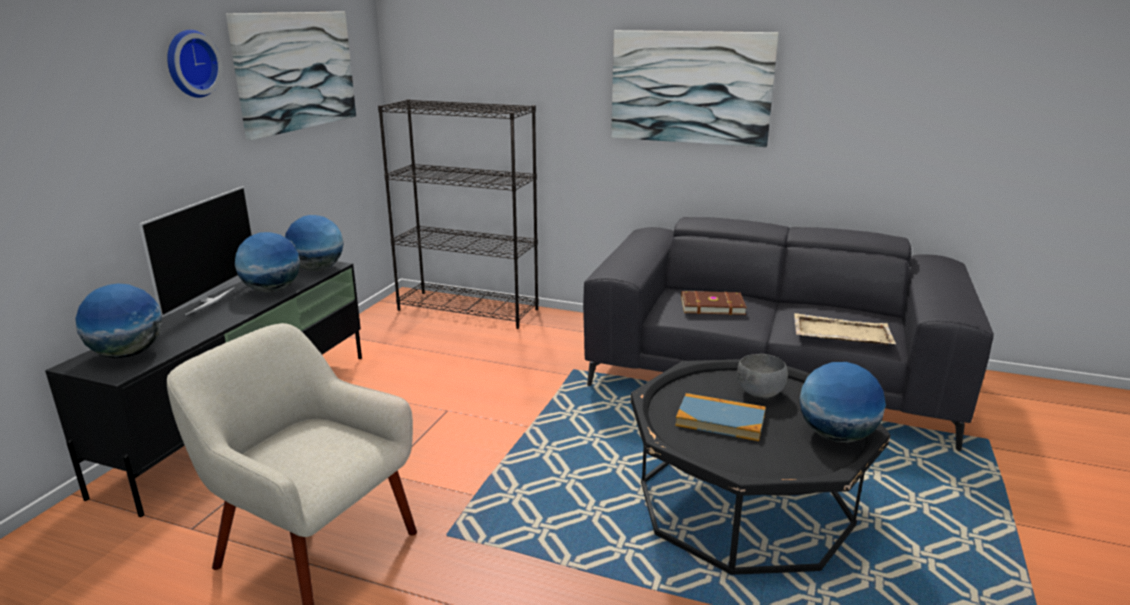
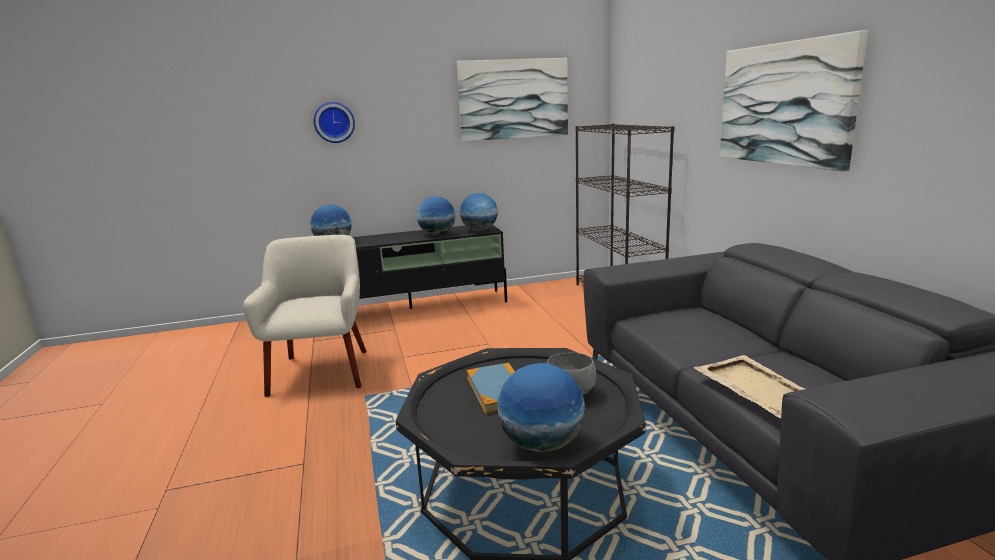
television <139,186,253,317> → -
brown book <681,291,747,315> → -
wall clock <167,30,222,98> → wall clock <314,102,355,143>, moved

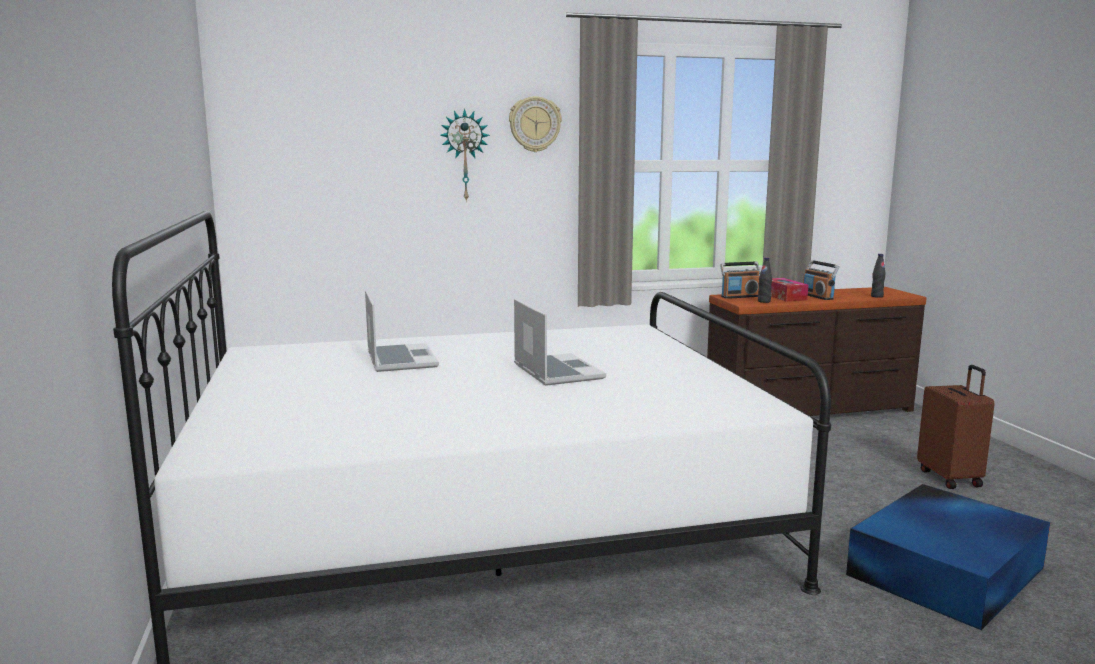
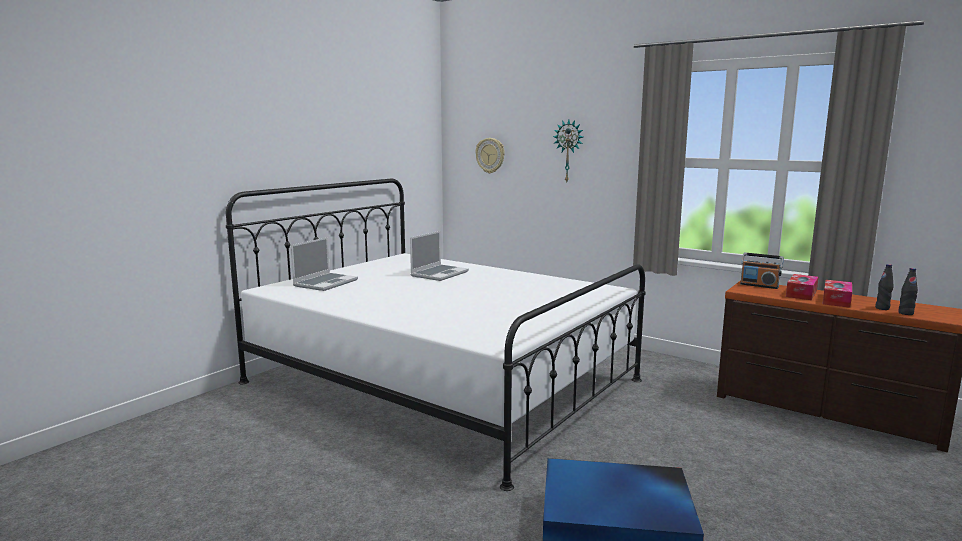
brown suitcase <917,365,995,489> → -
wall clock <509,96,562,152> → wall clock <475,138,505,173>, moved
laptop <514,299,606,386> → laptop <291,237,358,291>, moved
black bottle <758,257,772,303> → black bottle <875,264,894,310>, moved
radio <803,260,839,300> → tissue box <823,280,852,308>

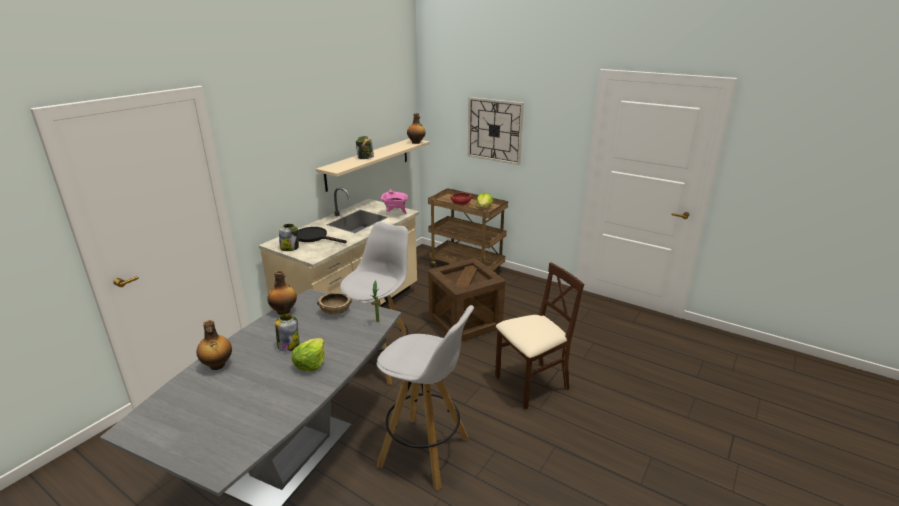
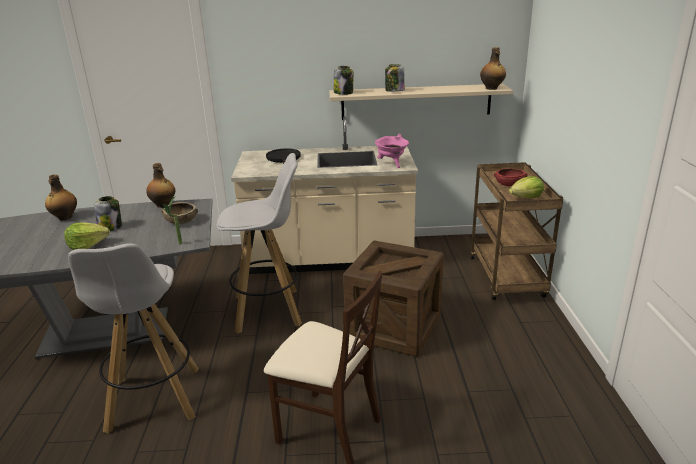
wall clock <468,97,524,165> → -
jar <279,224,299,251> → jar <334,66,353,95>, moved

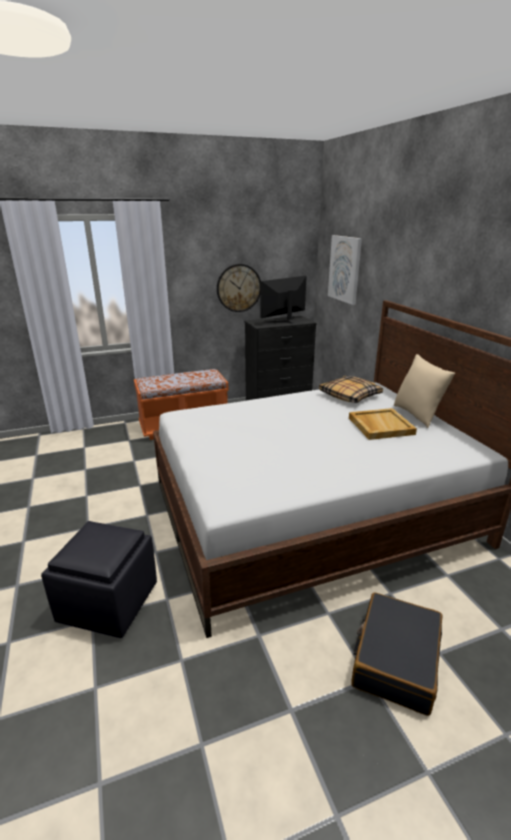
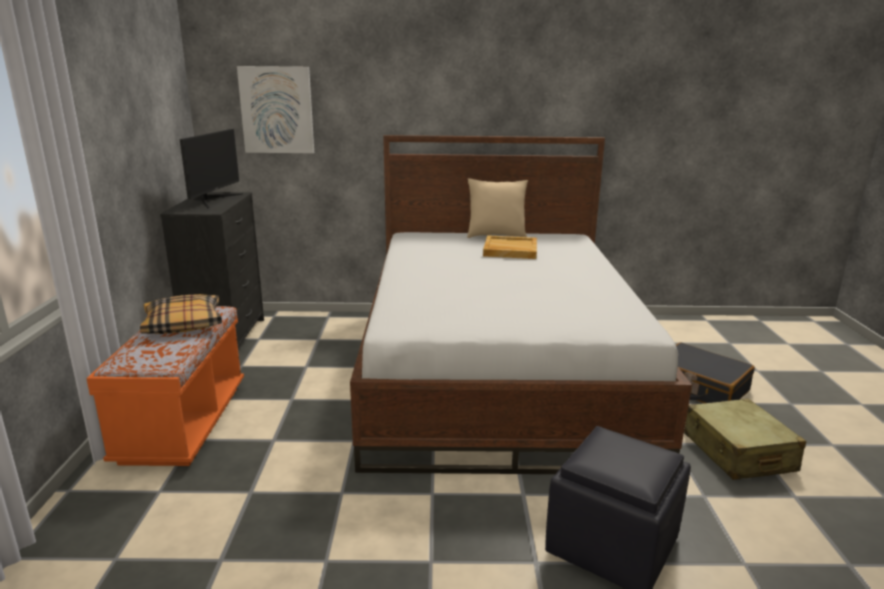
wall clock <217,264,261,312> → -
- → beige suitcase <684,398,806,480>
pillow <319,376,383,403> → pillow <140,294,222,334>, moved
monitor <260,276,307,324> → monitor <180,129,243,208>, 150 degrees counterclockwise

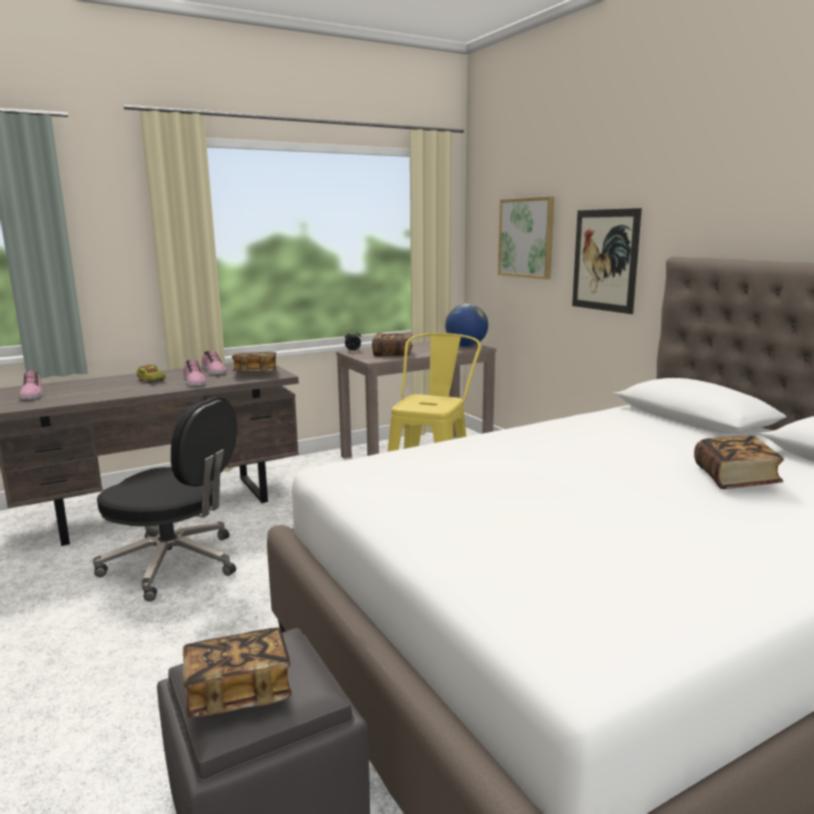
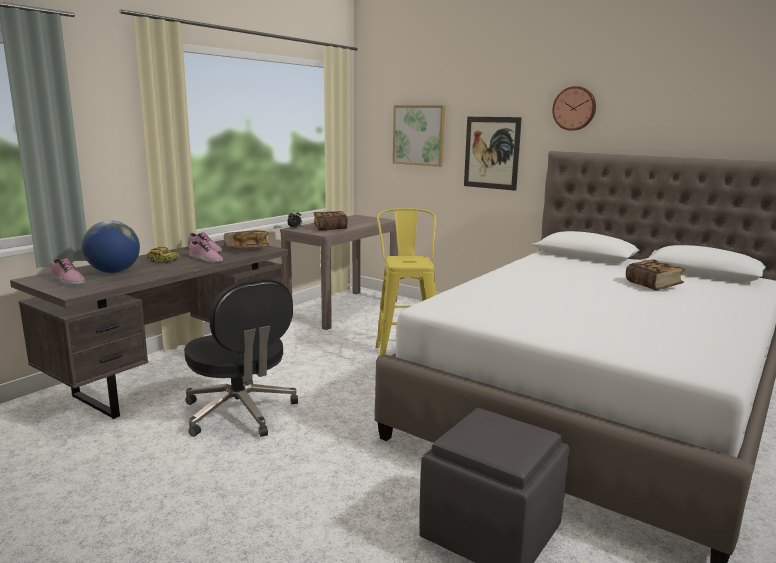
book <183,627,292,718> → -
- → wall clock <552,86,596,131>
globe <445,304,488,347> → globe <82,220,140,273>, moved
black office chair <93,397,237,601> → black office chair <184,278,298,437>, 60 degrees clockwise

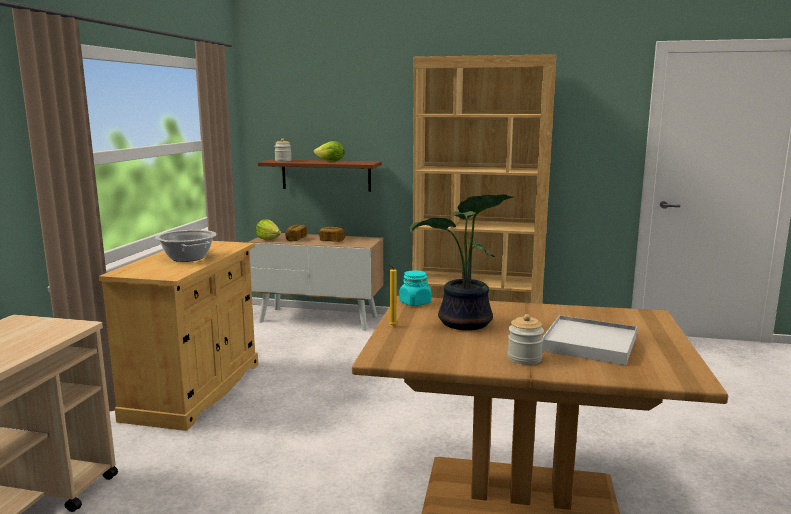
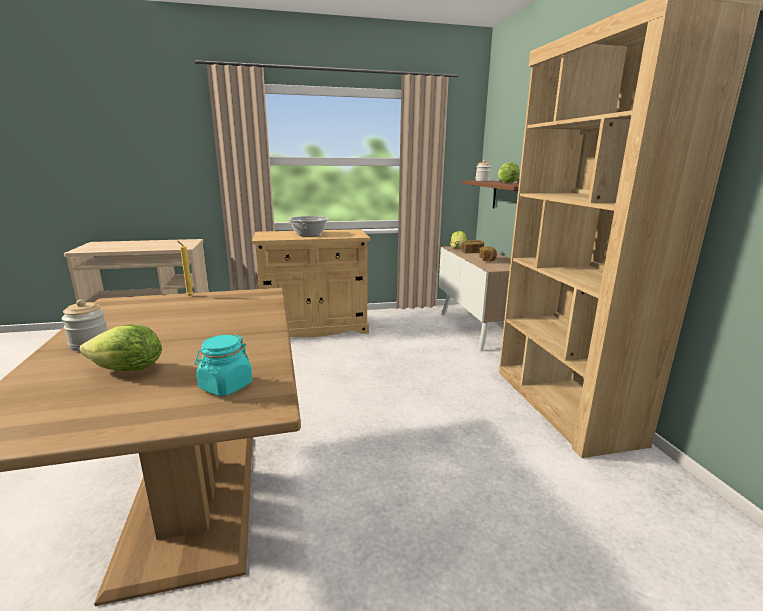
potted plant <410,194,514,330> → -
turquoise jar <399,271,431,306> → turquoise jar <195,334,252,396>, moved
white tray <542,315,637,366> → lettuce <79,324,162,372>

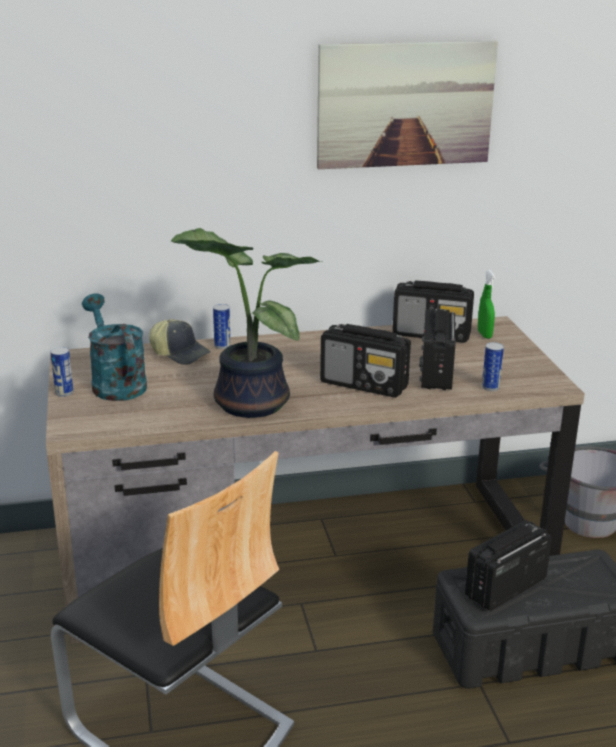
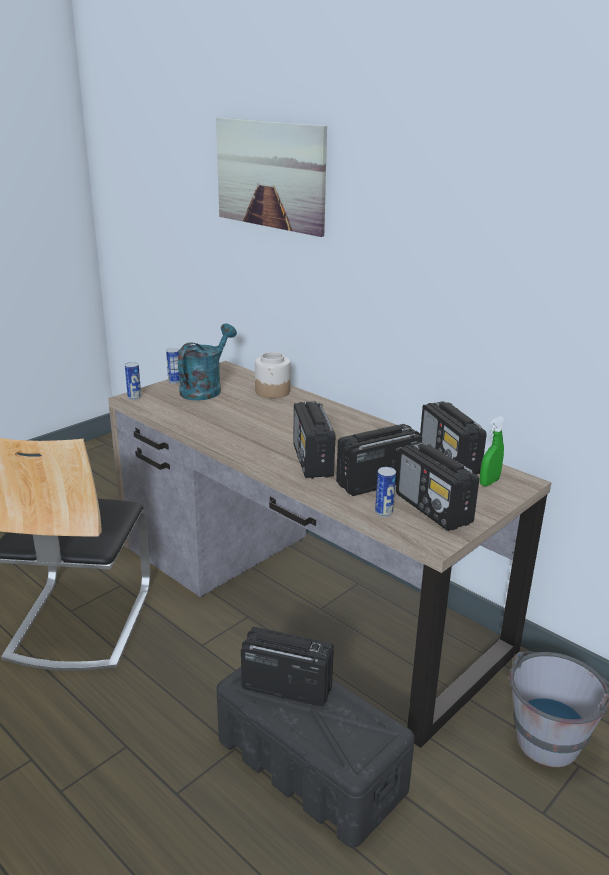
potted plant <171,228,322,418> → -
- → radio <396,442,479,531>
can <213,304,231,349> → can <125,362,141,400>, moved
picture <317,41,498,169> → picture <216,118,327,237>, moved
cap <149,319,211,365> → jar <255,352,290,398>

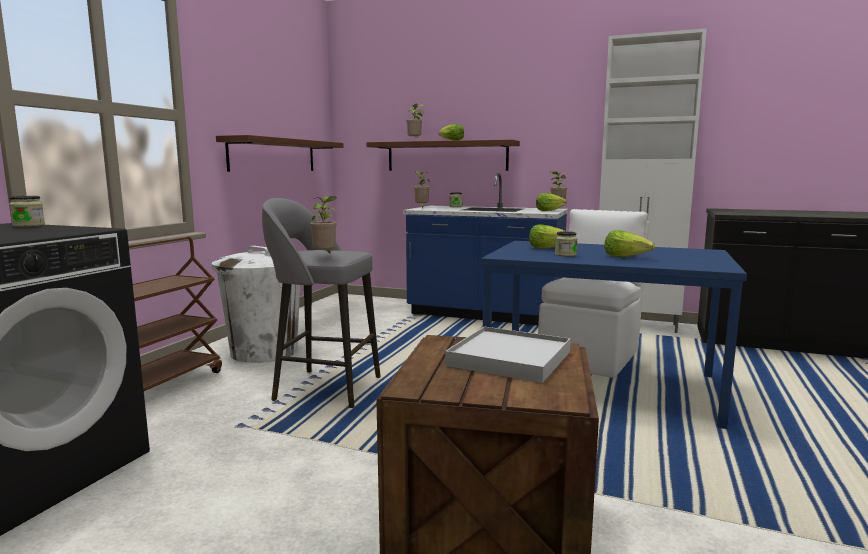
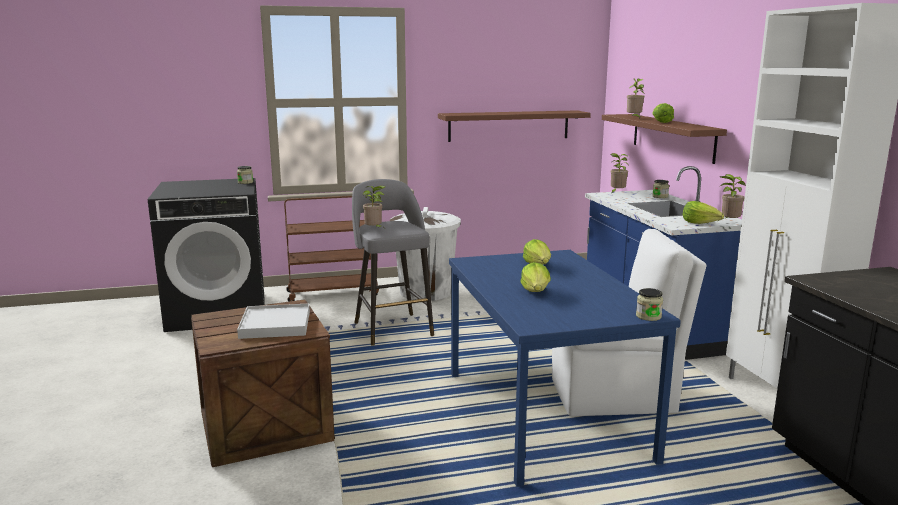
jar <555,231,577,257> → jar <636,288,663,321>, moved

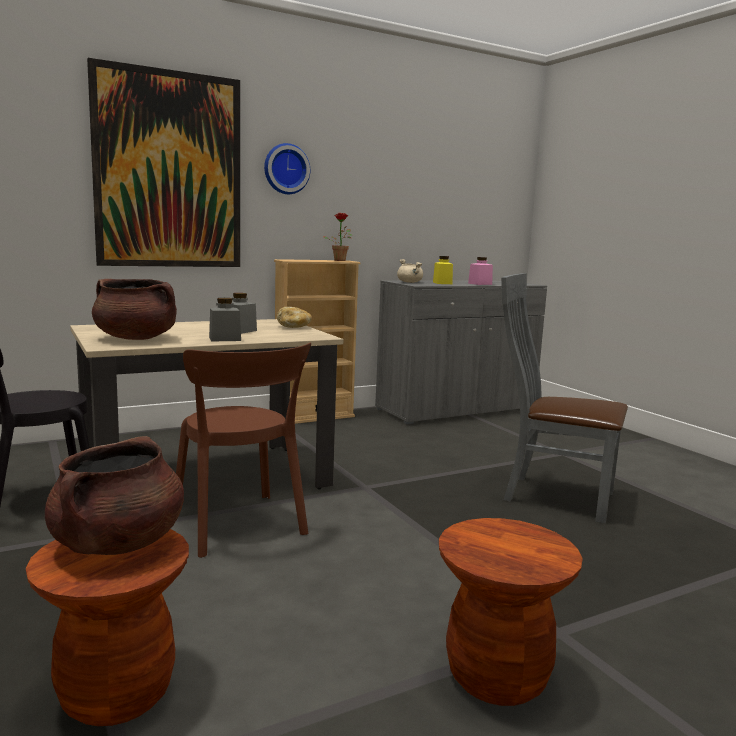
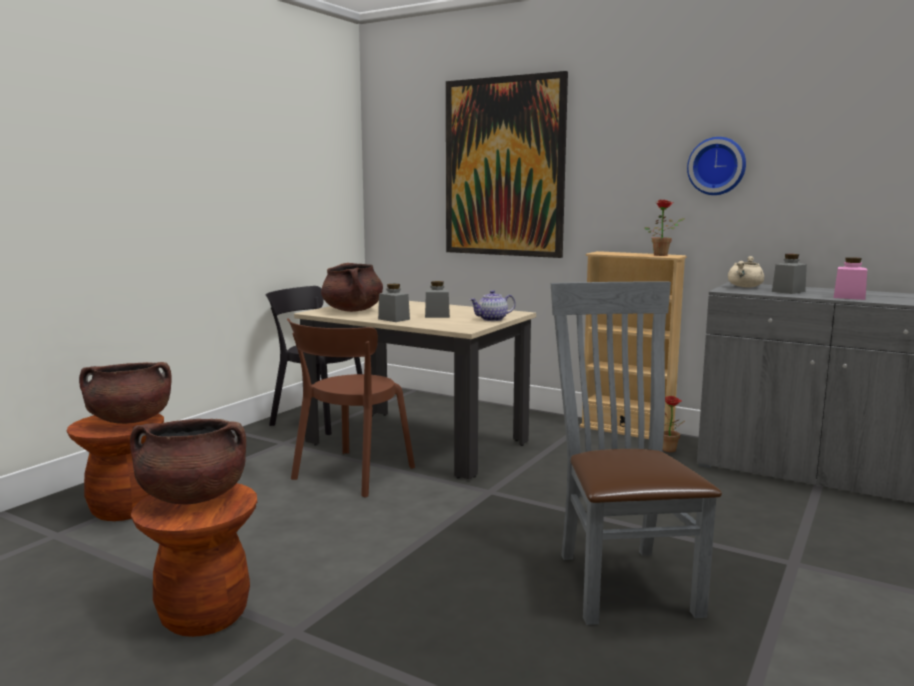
- → brown cooking pot <130,419,246,504>
- → potted plant <663,396,685,452>
wall clock <264,143,310,194> → wall clock <687,137,746,195>, moved
bread <277,307,312,328> → teapot <469,290,516,321>
yellow jar <433,256,453,284> → grey jar <772,254,807,294>

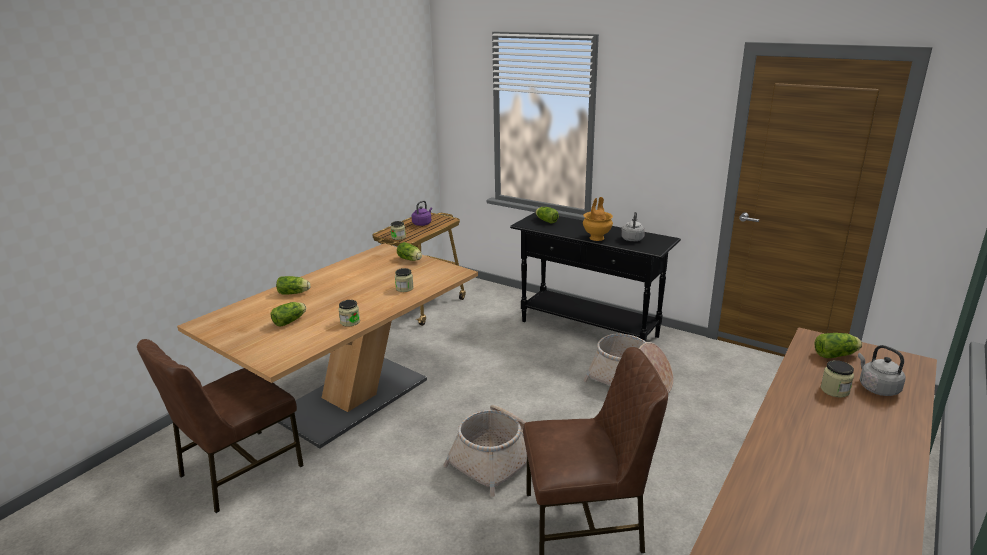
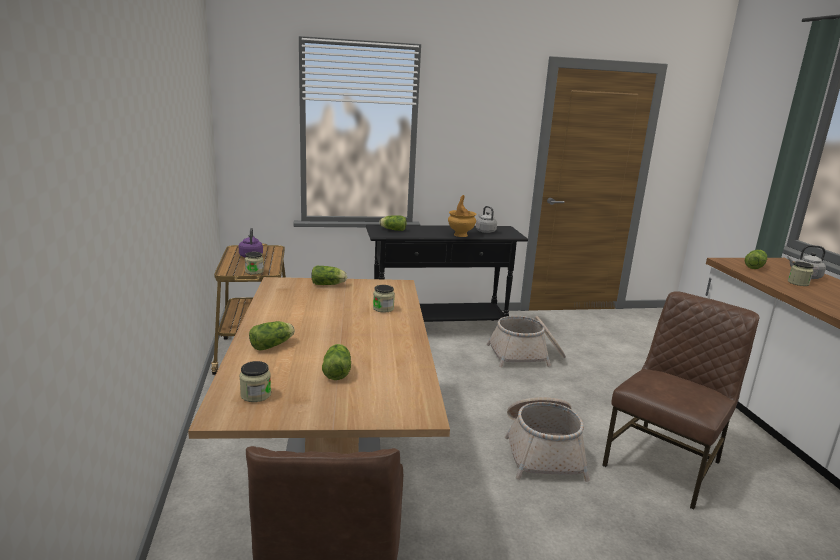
jar <338,300,360,327> → jar <239,361,271,402>, moved

